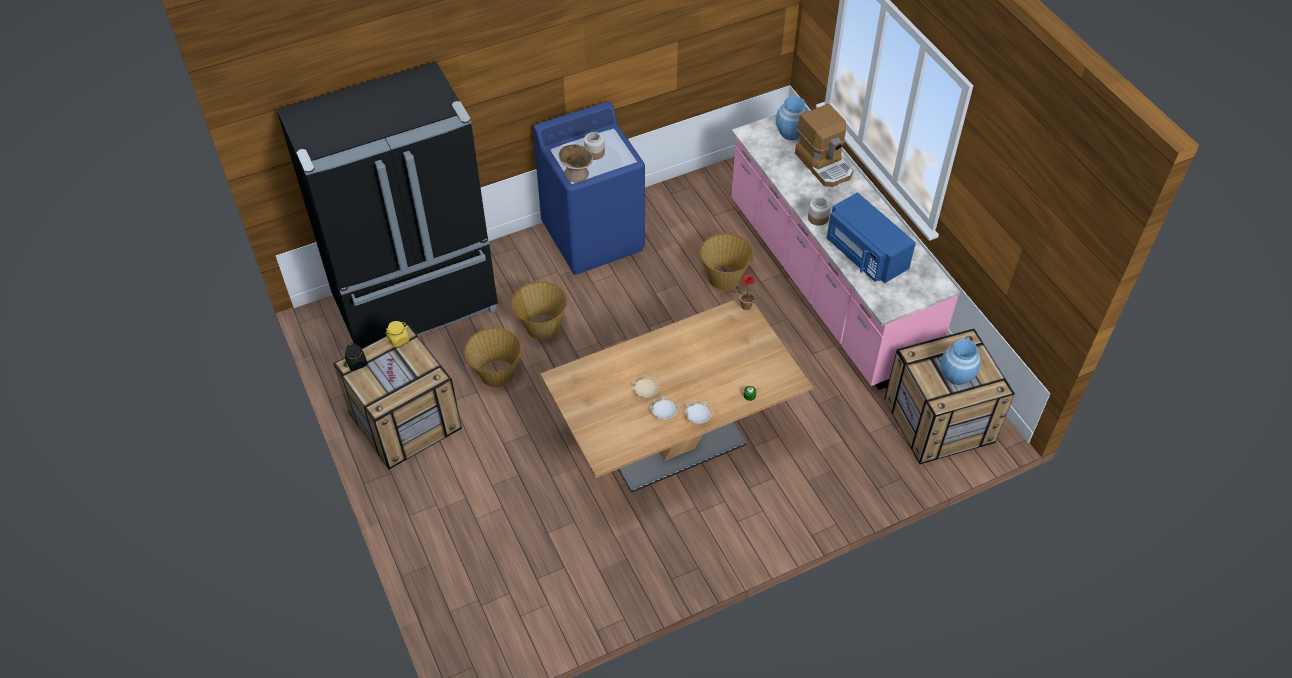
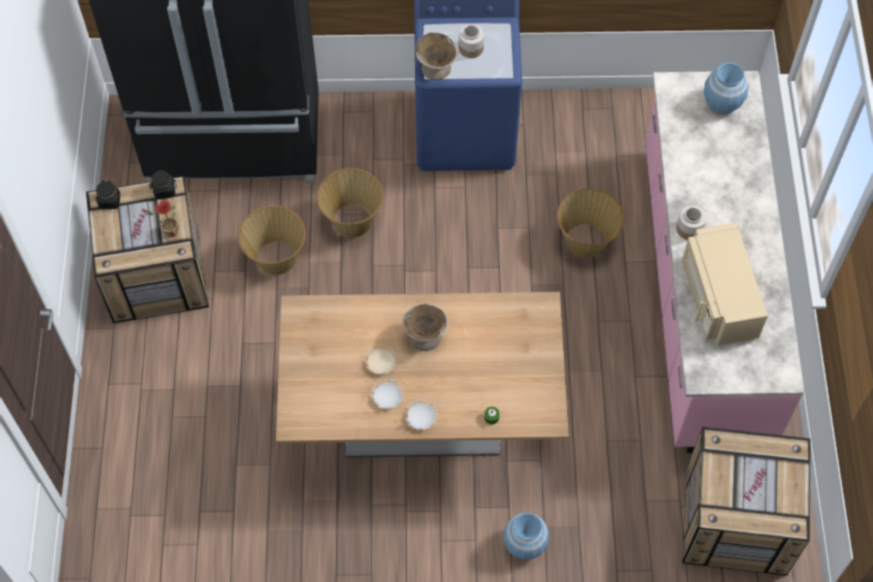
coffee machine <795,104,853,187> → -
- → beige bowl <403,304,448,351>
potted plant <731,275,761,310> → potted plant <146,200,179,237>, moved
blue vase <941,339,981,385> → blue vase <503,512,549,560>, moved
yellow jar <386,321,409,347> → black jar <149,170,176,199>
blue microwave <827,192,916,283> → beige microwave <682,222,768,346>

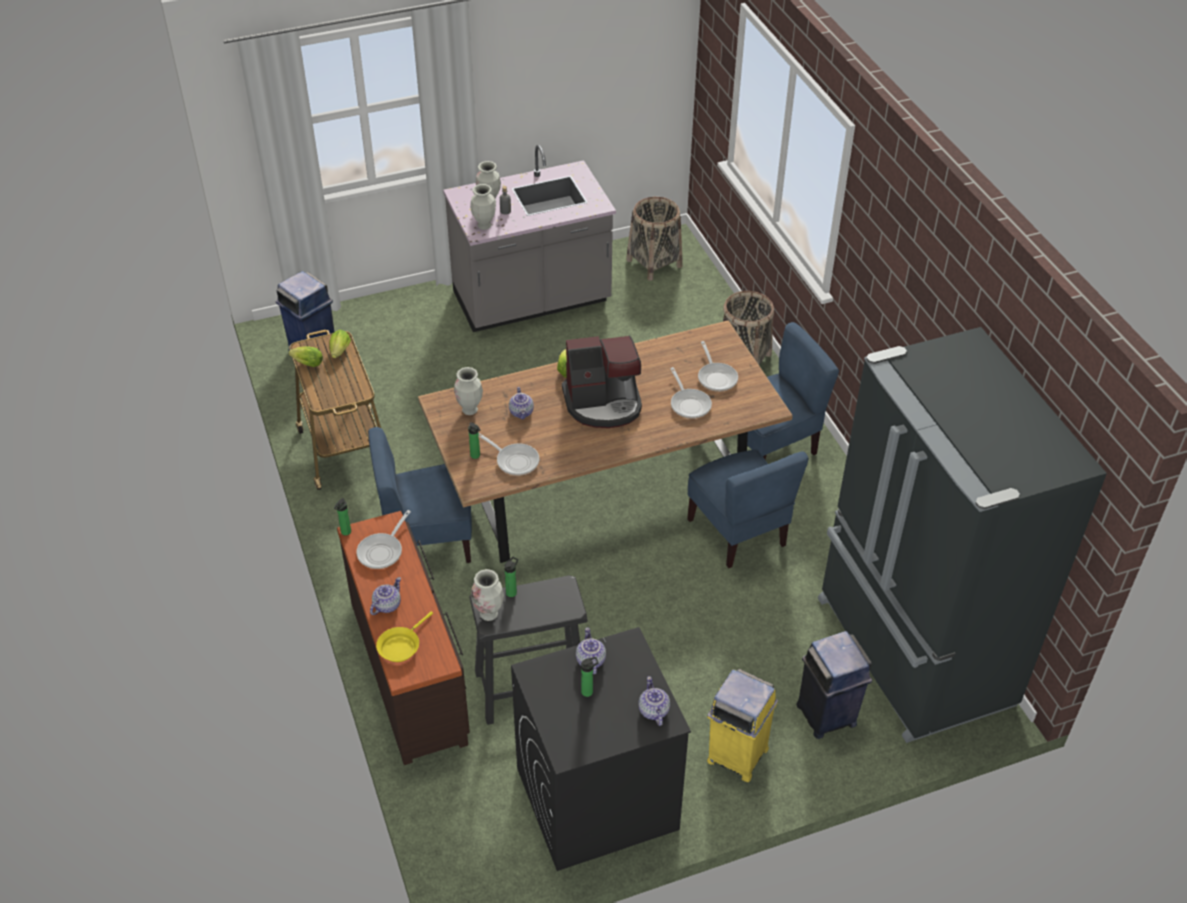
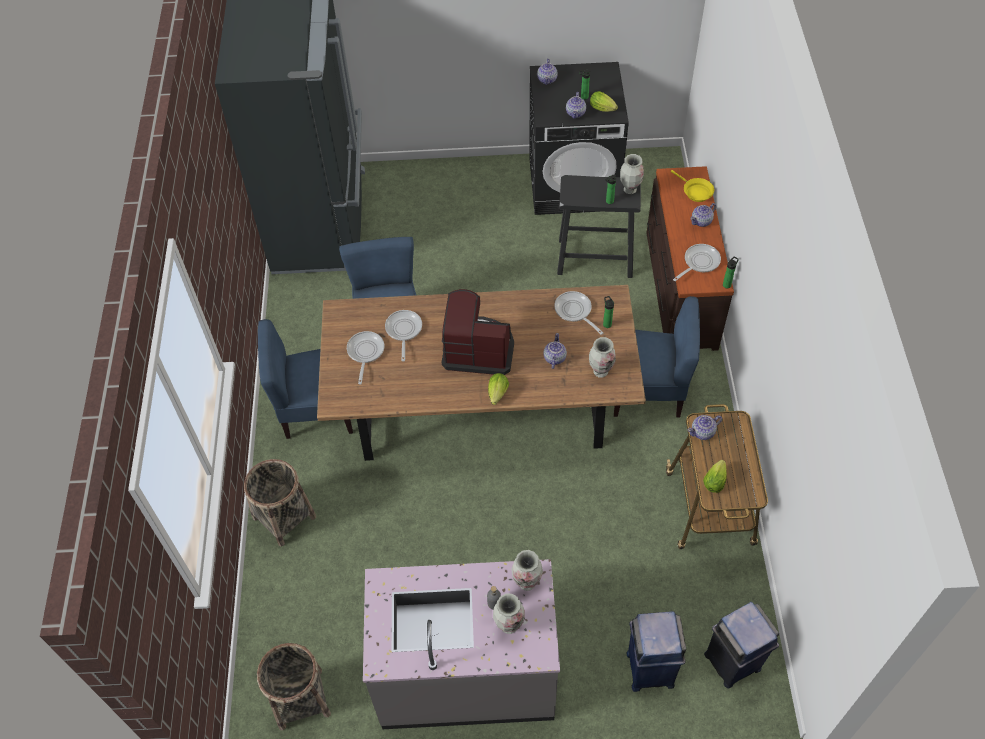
yellow trash can <707,669,778,782> → -
- → teapot <687,415,722,440>
lettuce <289,346,323,367> → lettuce <590,91,618,112>, moved
blue trash can <796,631,872,739> → blue trash can <627,611,686,692>, moved
yellow frying pan <376,611,433,662> → yellow frying pan <671,170,714,202>, 90 degrees clockwise

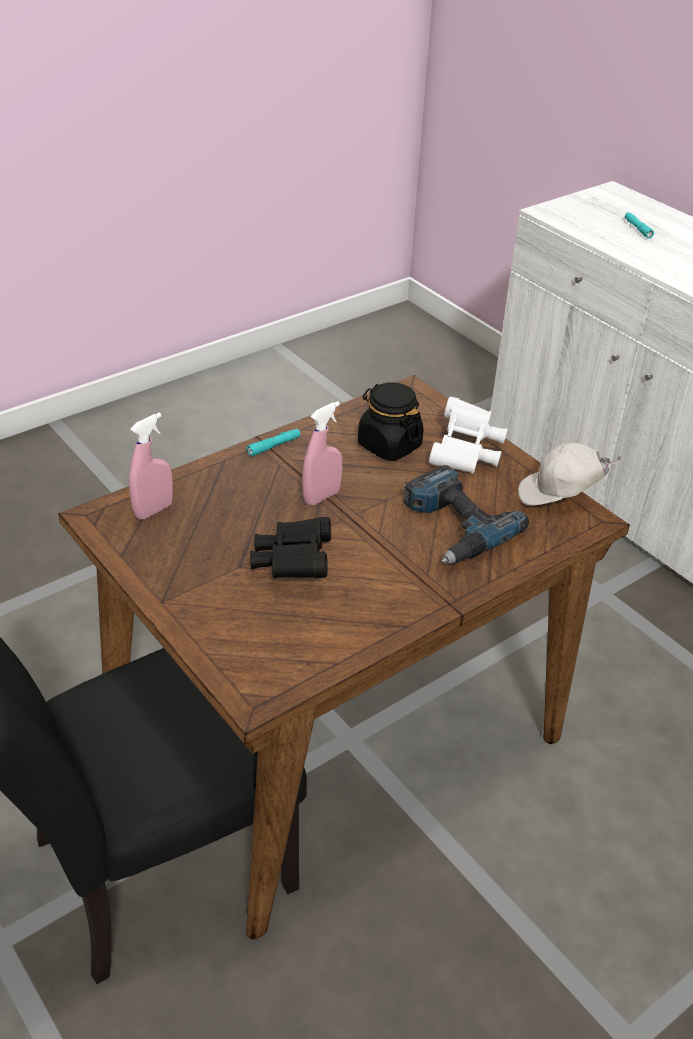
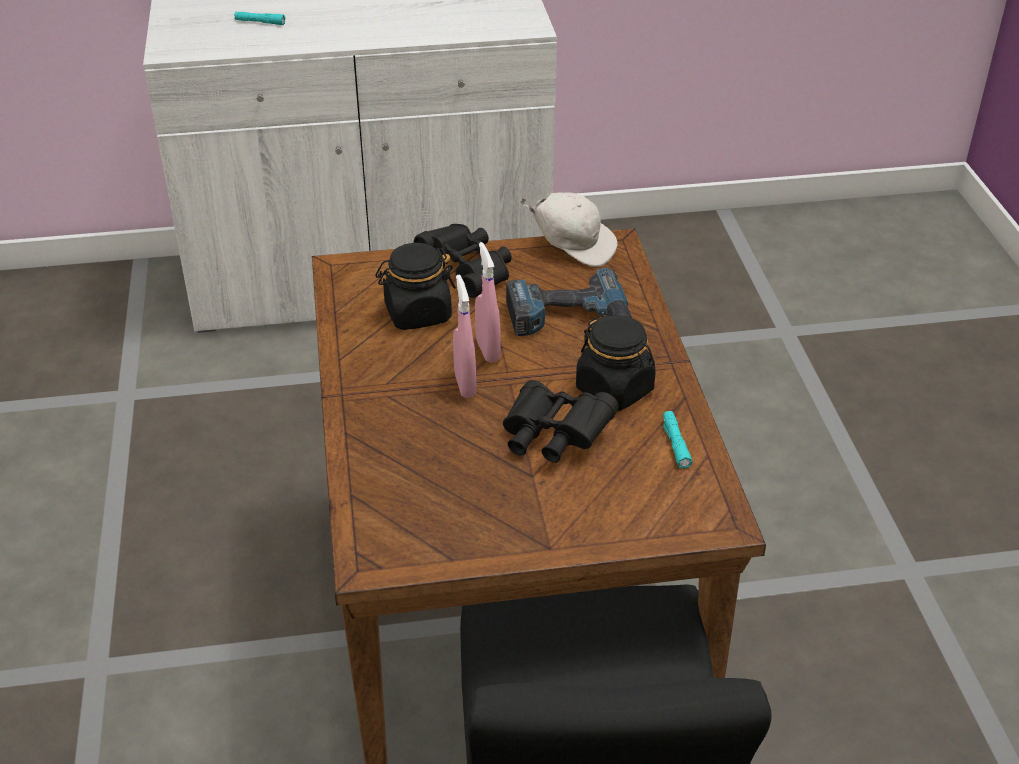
- → black jar <576,314,656,411>
pink spray bottle <129,412,173,520> → pink spray bottle <475,242,501,363>, moved
turquoise flashlight <247,429,300,457> → turquoise flashlight <663,411,692,469>, moved
white binoculars <429,397,508,474> → black binoculars <414,224,512,298>
white cap <518,443,622,505> → white cap <520,193,618,267>, 90 degrees counterclockwise

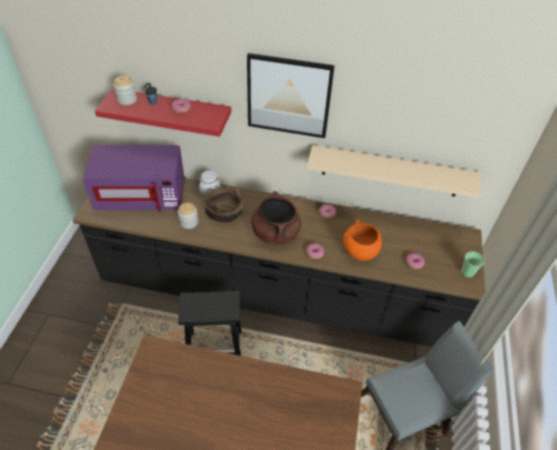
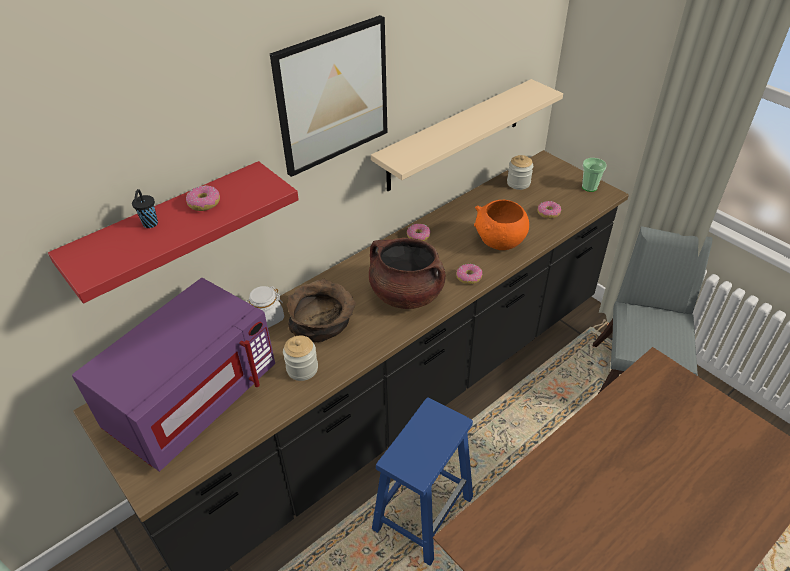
jar <113,76,137,105> → jar <507,155,533,190>, moved
black stool <178,291,242,356> → blue stool <372,397,473,566>

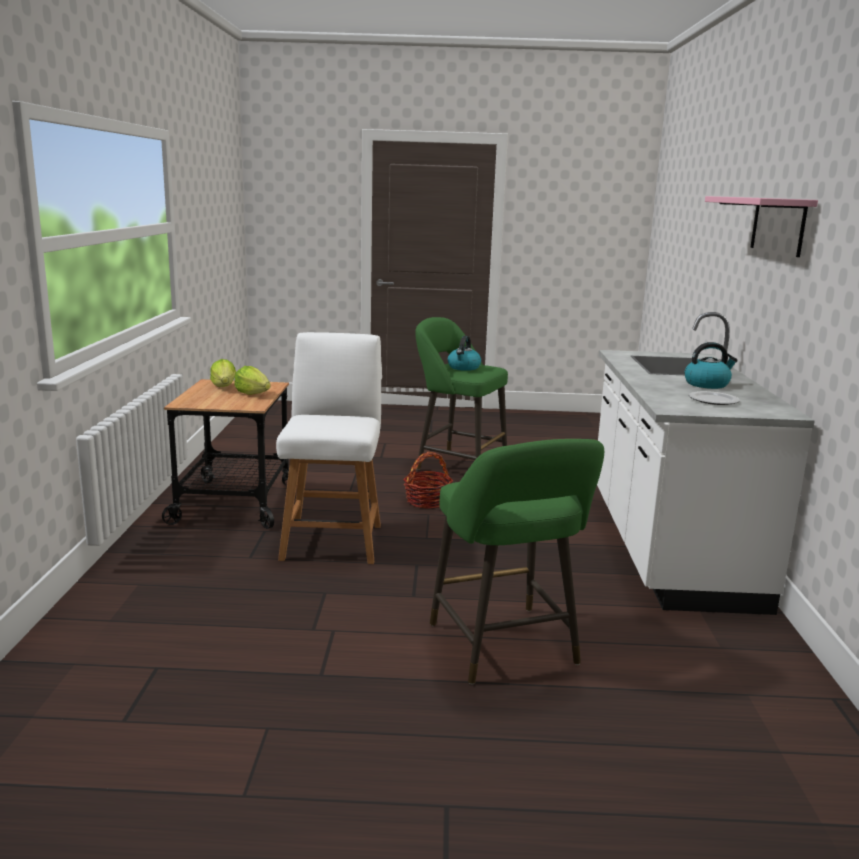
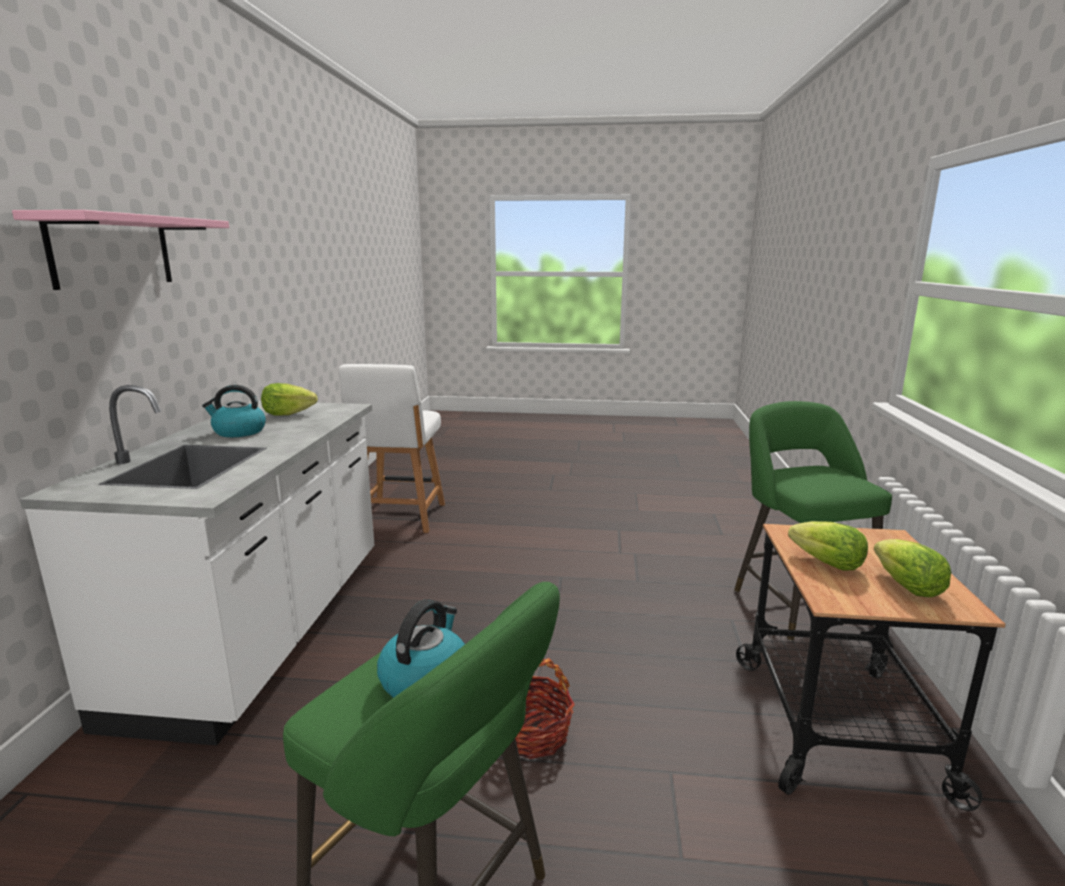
white chair <276,332,382,564> → white chair <339,364,445,533>, moved
green stool <430,439,604,684> → green stool <734,401,892,641>, moved
plate <689,391,739,405> → lettuce <261,383,318,416>

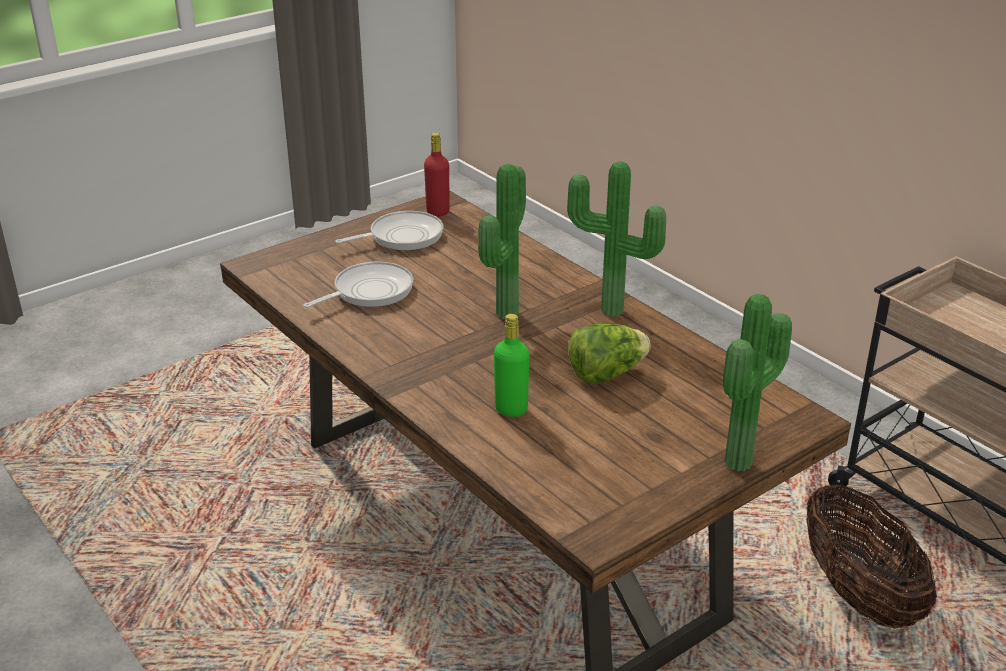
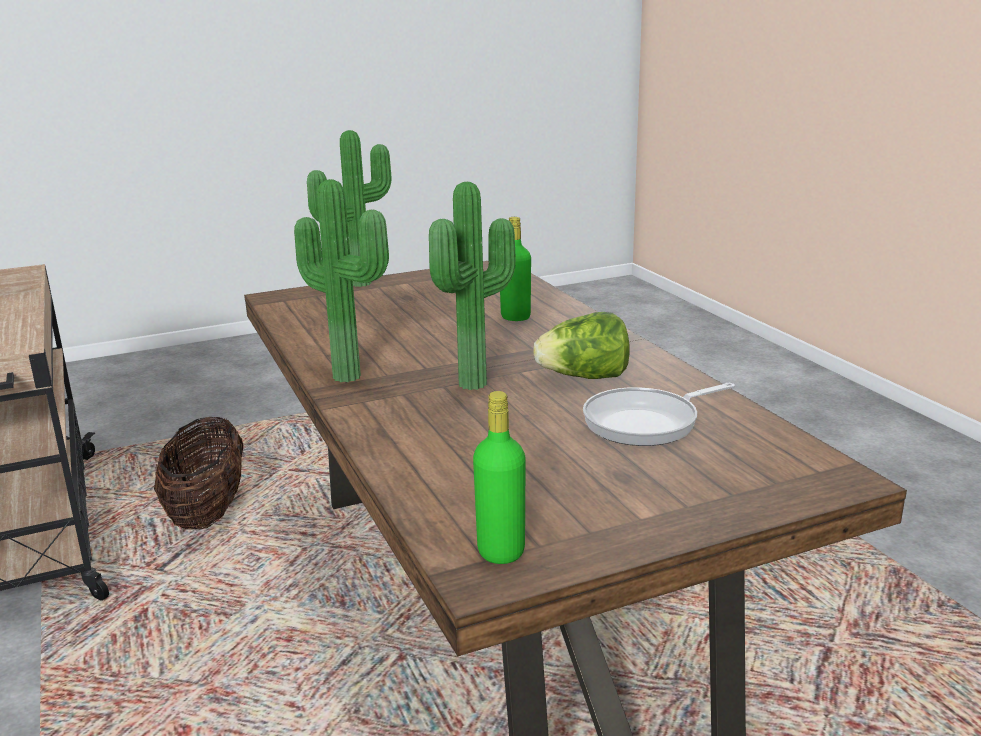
frying pan <335,211,444,251> → -
lettuce <568,324,651,384> → lettuce <533,312,630,379>, moved
red bottle <424,132,450,216> → green bottle <473,391,526,564>

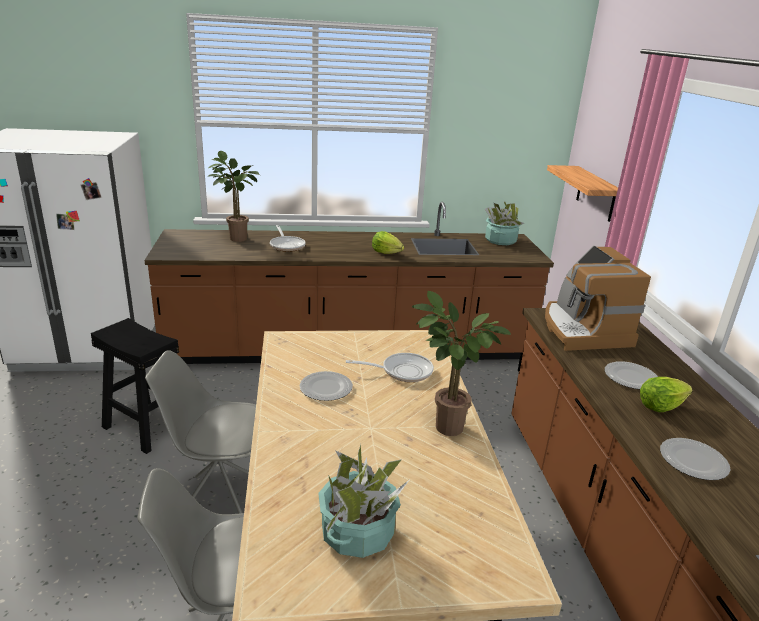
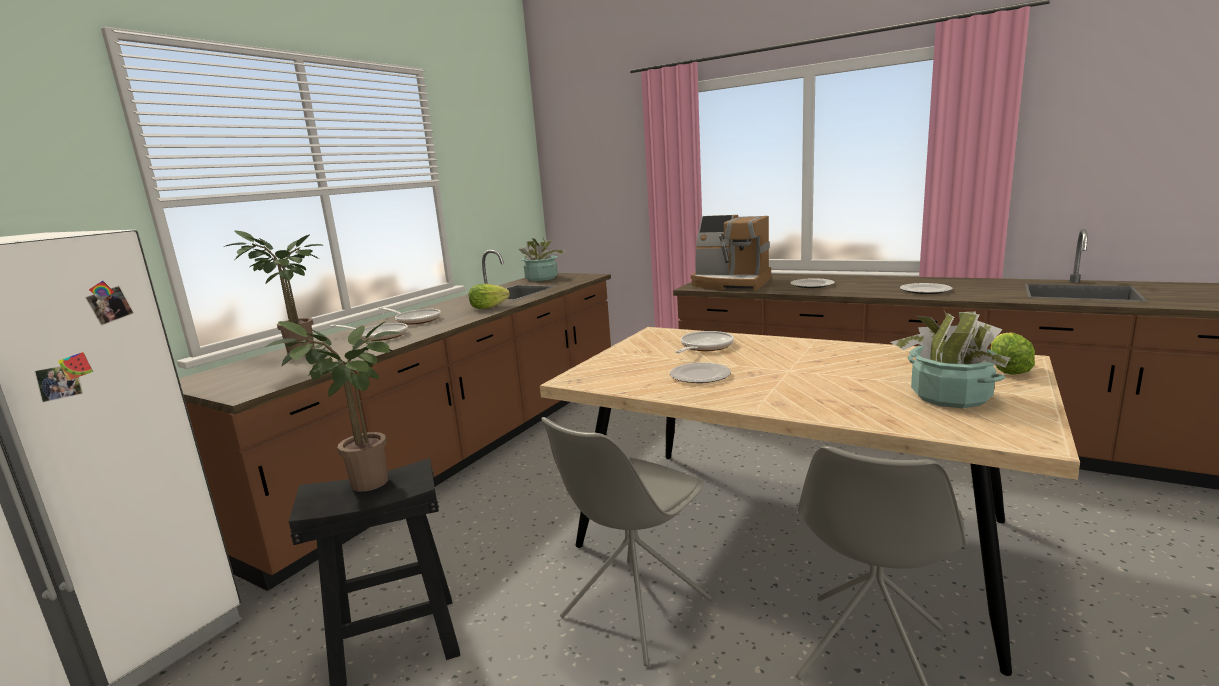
shelf <547,165,618,222> → -
- → frying pan <378,307,441,325>
potted plant <412,291,511,436> → potted plant <266,321,400,492>, moved
lettuce <640,377,693,412> → lettuce <990,332,1035,375>, moved

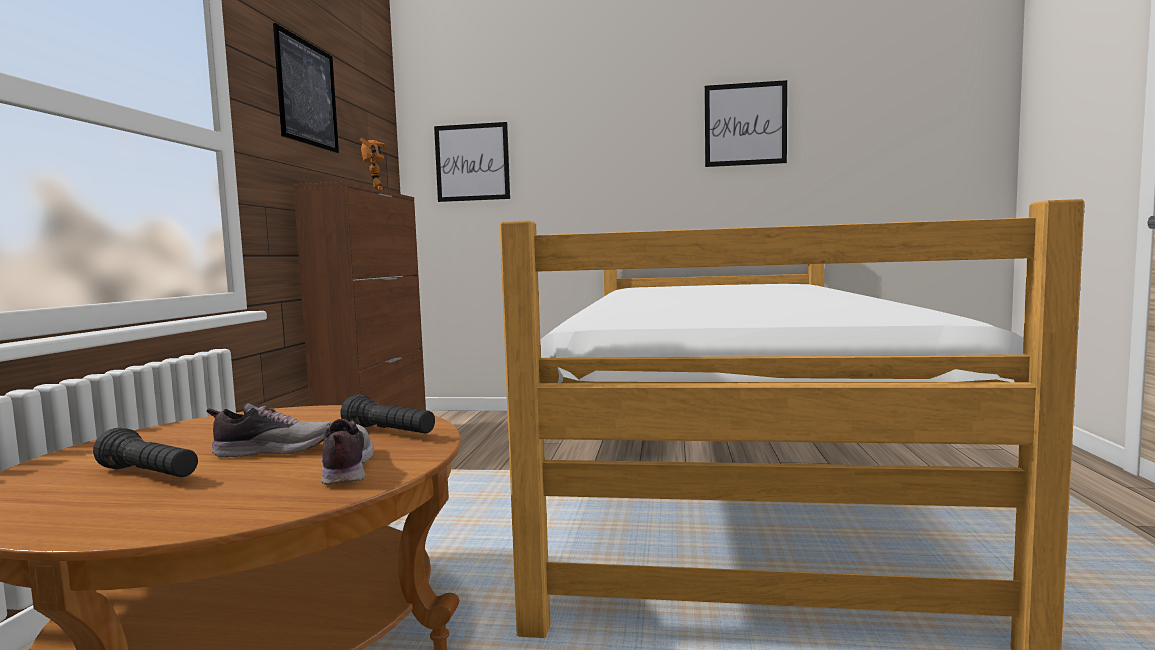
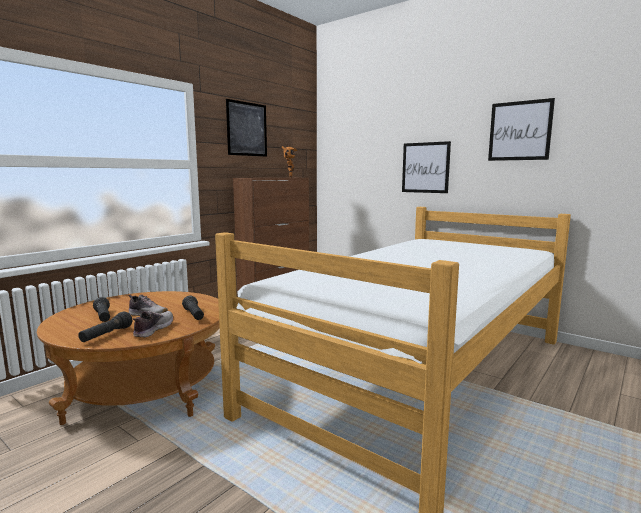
- → black flashlight <78,312,132,342>
picture <434,122,510,202> → picture <402,141,451,193>, moved

